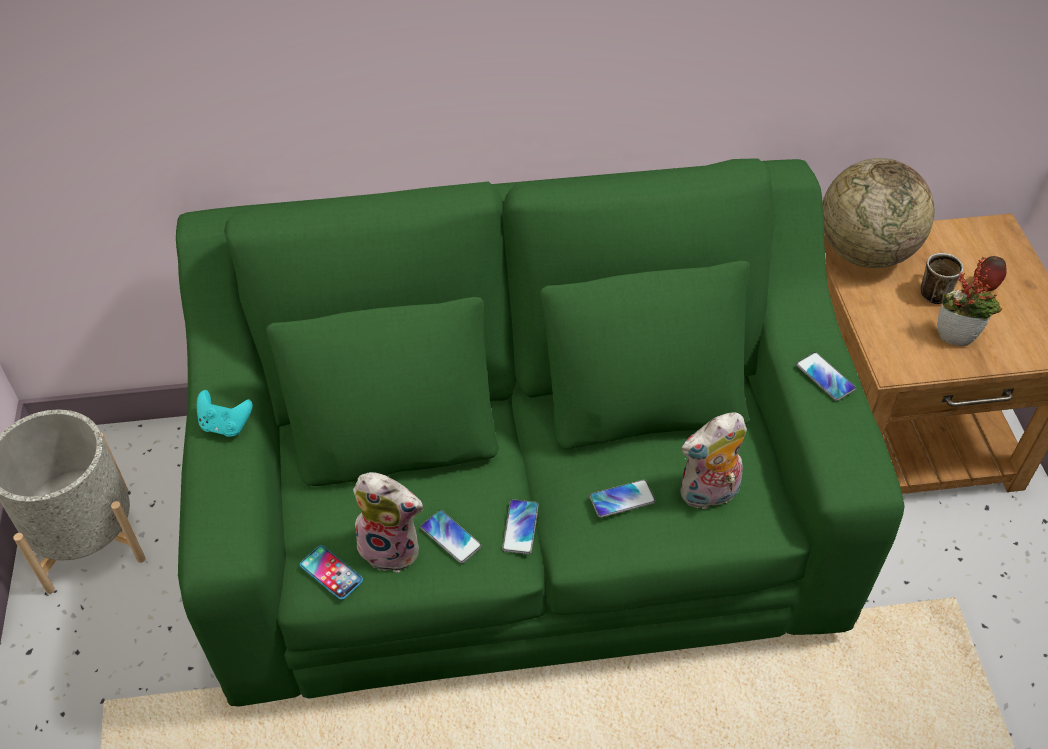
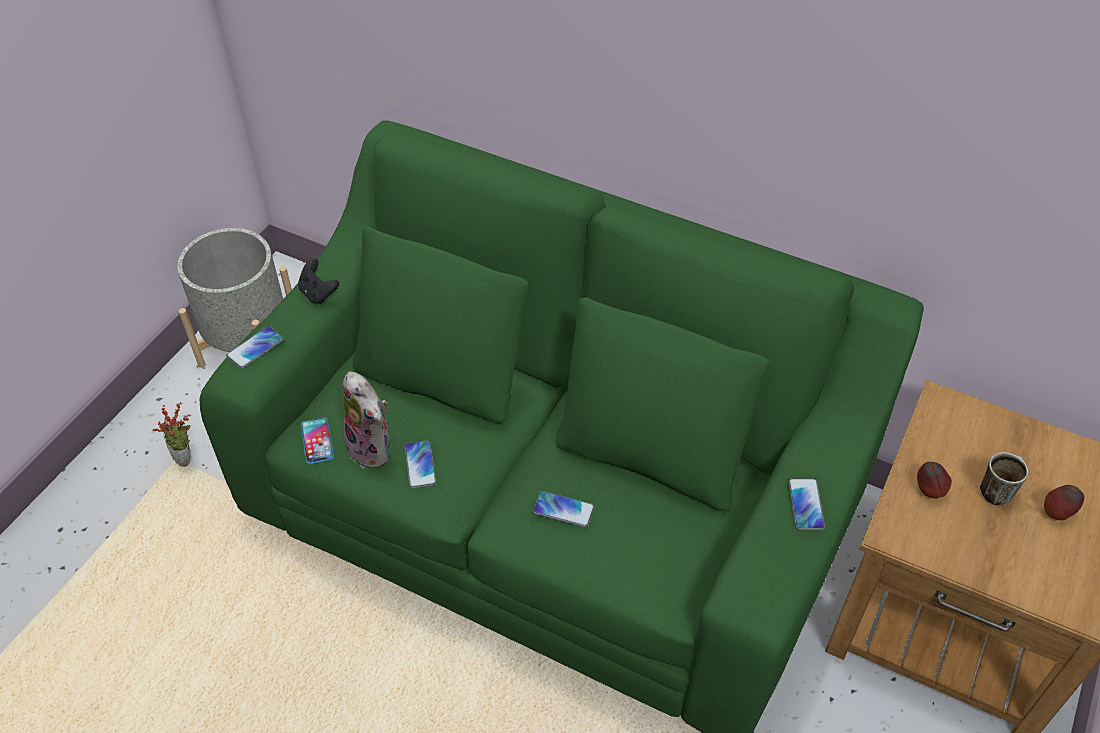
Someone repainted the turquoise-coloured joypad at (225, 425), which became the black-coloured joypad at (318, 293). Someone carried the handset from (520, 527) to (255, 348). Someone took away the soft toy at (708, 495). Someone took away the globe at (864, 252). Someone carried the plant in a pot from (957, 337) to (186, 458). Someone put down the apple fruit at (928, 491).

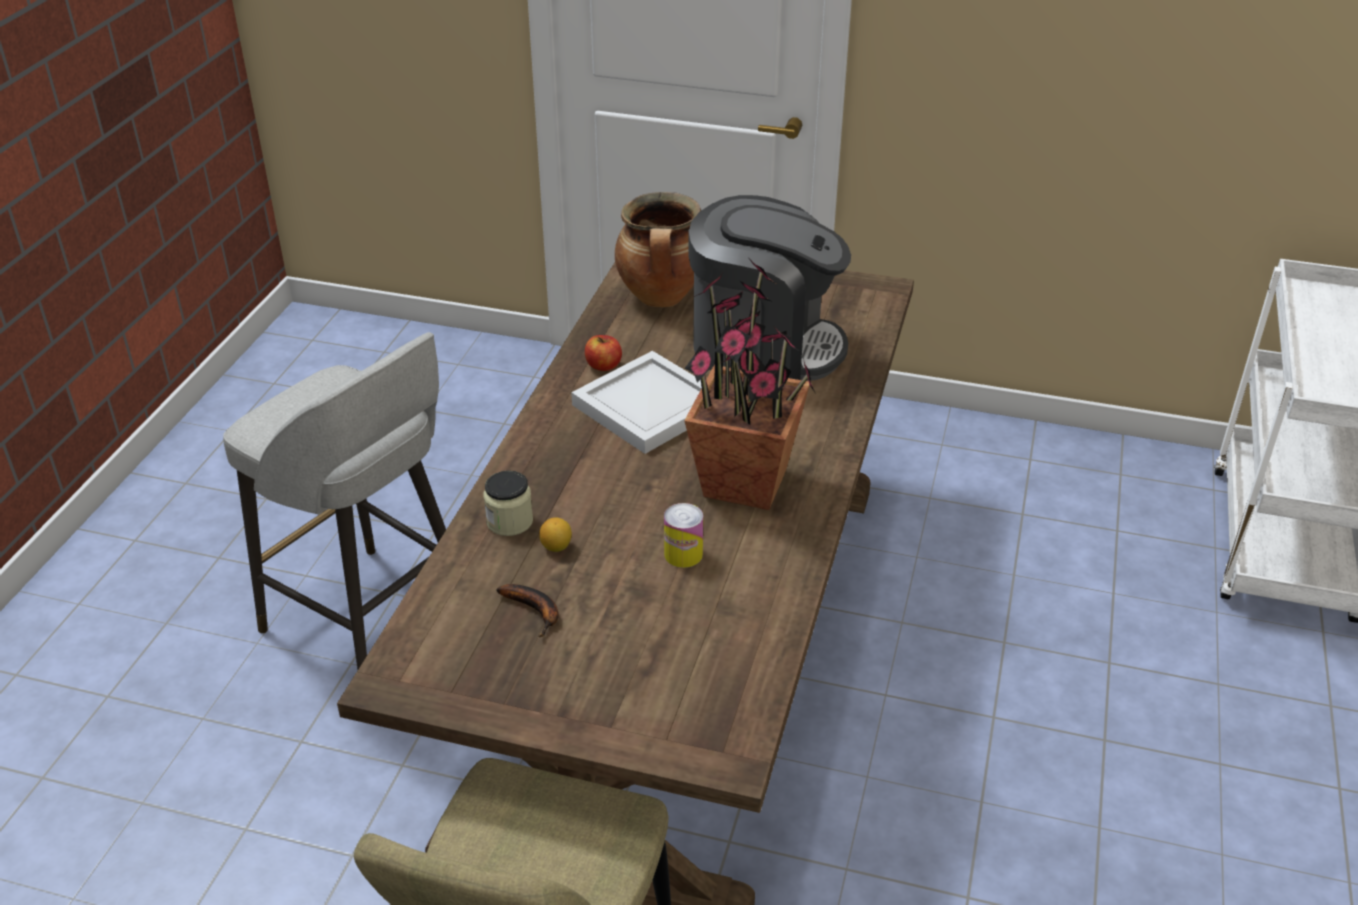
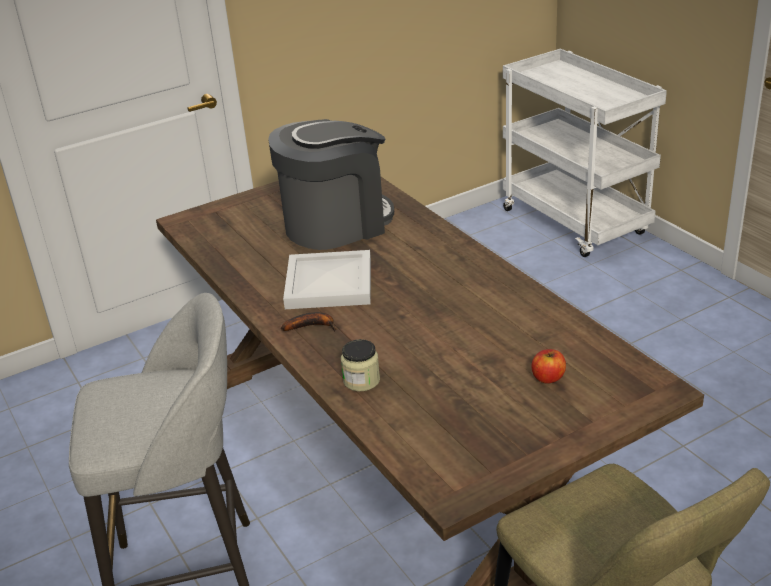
Someone carried the banana from (535, 611) to (312, 326). Someone took away the whole lemon at (556, 547). Someone carried the apple fruit from (603, 366) to (548, 378). Someone took away the cooking pot at (662, 298). Someone took away the sealed can at (683, 554). Someone took away the plant in a pot at (745, 484).

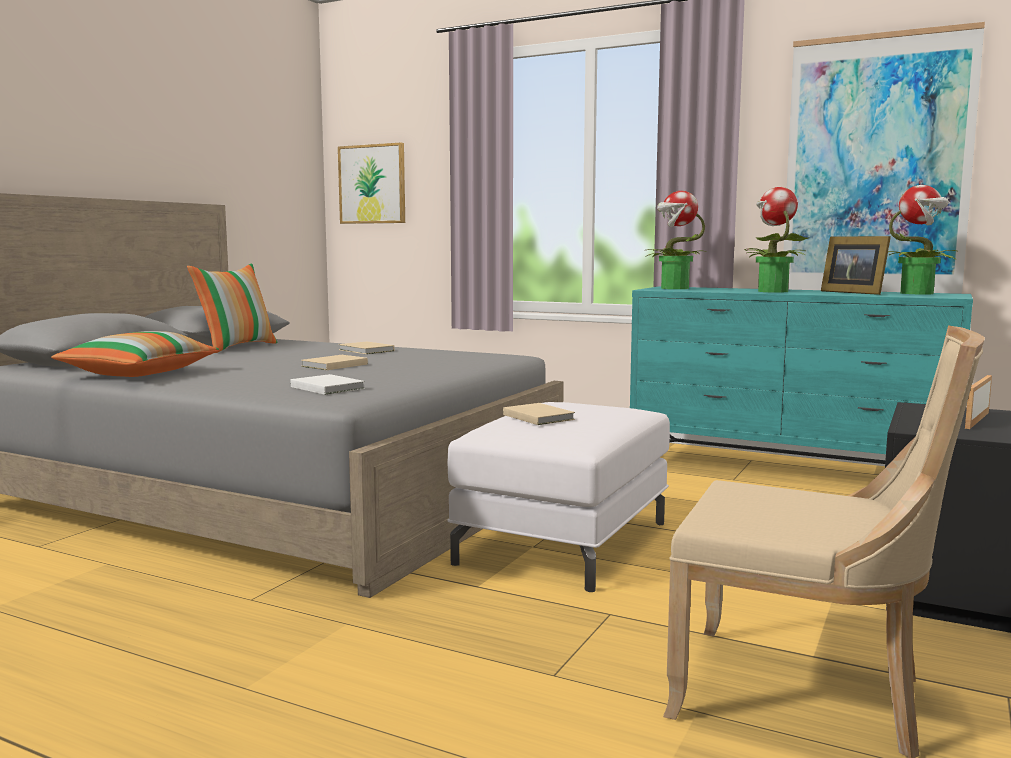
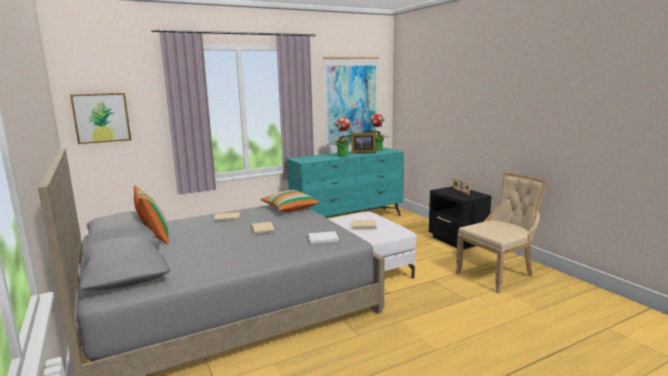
Someone carried the throw pillow from (139, 373) to (290, 208). Someone took away the plant in a pot at (673, 288).

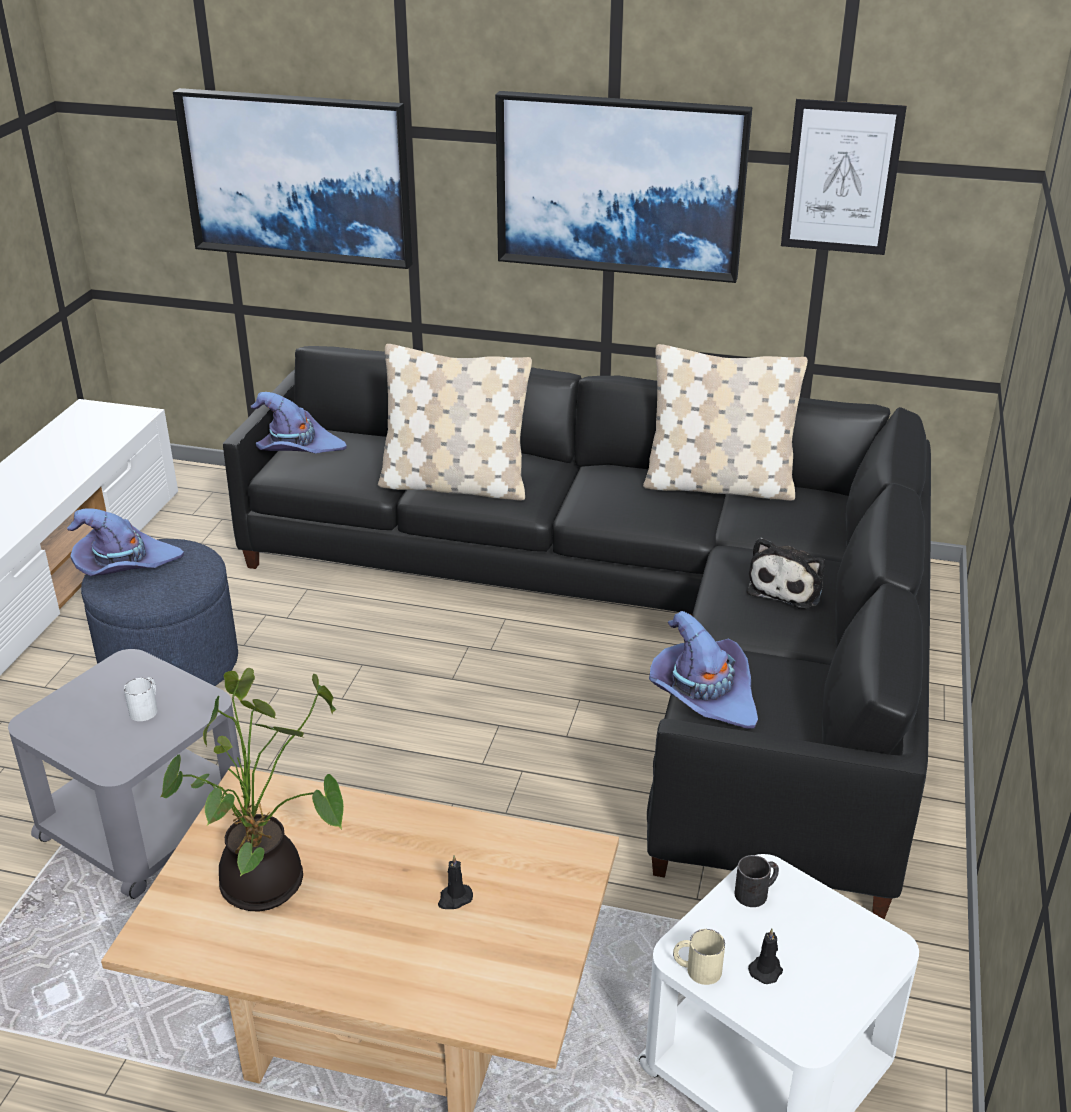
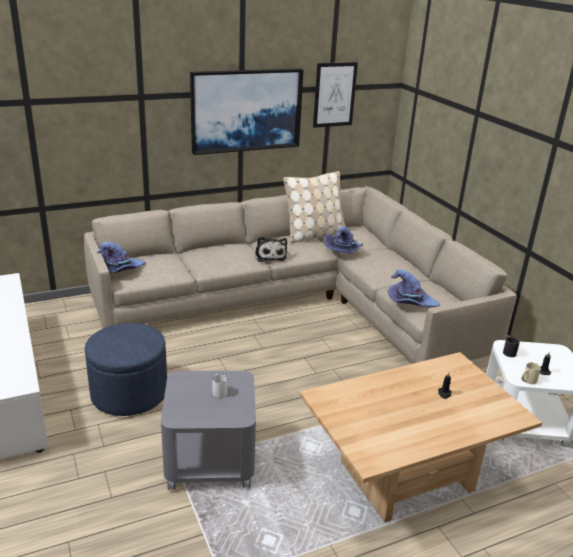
Someone carried the purple-coloured clothing hat from (124, 565) to (343, 250). Someone took away the plant in a pot at (269, 886). Someone took away the wall picture at (297, 177). Someone repainted the black-coloured sofa at (631, 621), which became the beige-coloured sofa at (302, 303). Someone took away the beige-coloured throw pillow at (455, 485). Someone carried the soft toy from (787, 587) to (270, 256).

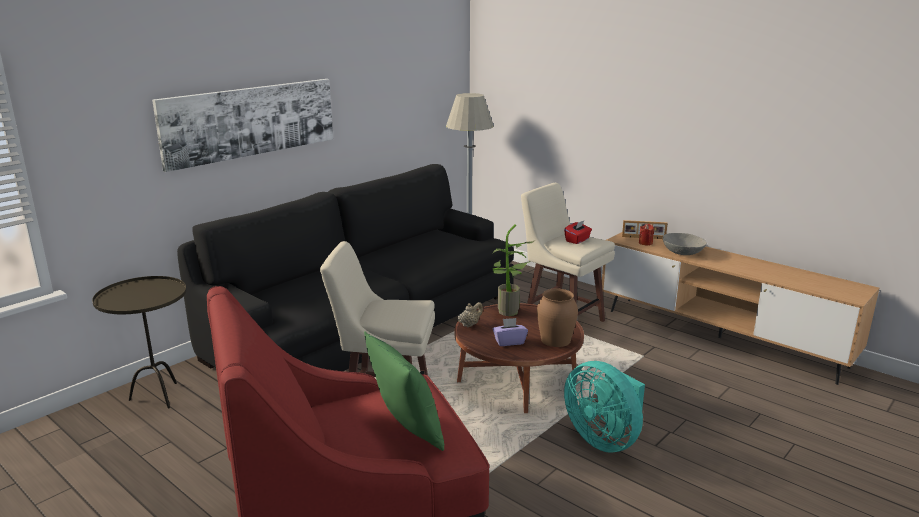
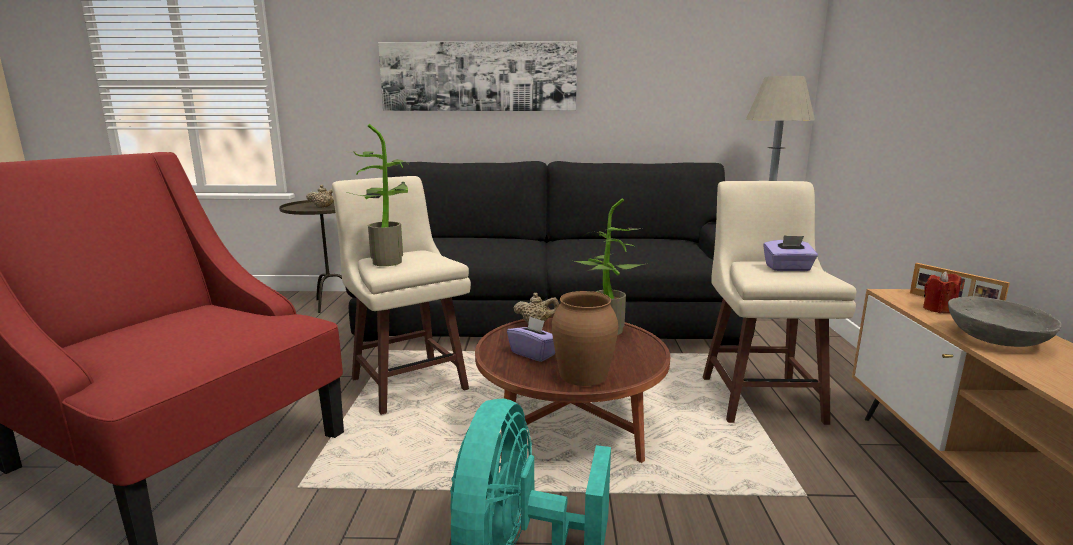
Someone took away the green-coloured throw pillow at (407, 429). Someone repainted the red tissue holder at (577, 240), which became the purple-coloured tissue holder at (788, 268). Someone put down the beige-coloured teapot at (324, 207). Someone put down the plant in a pot at (387, 261).

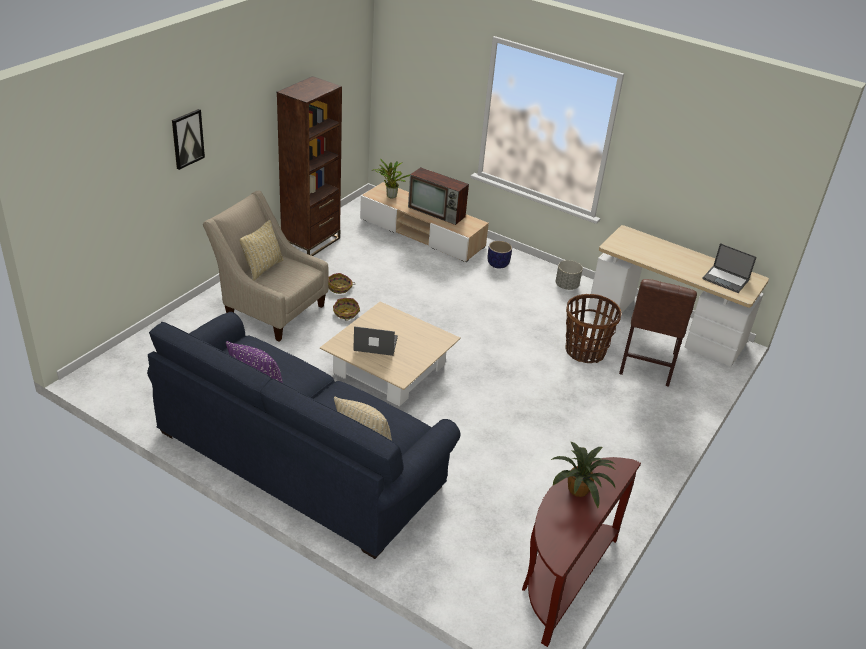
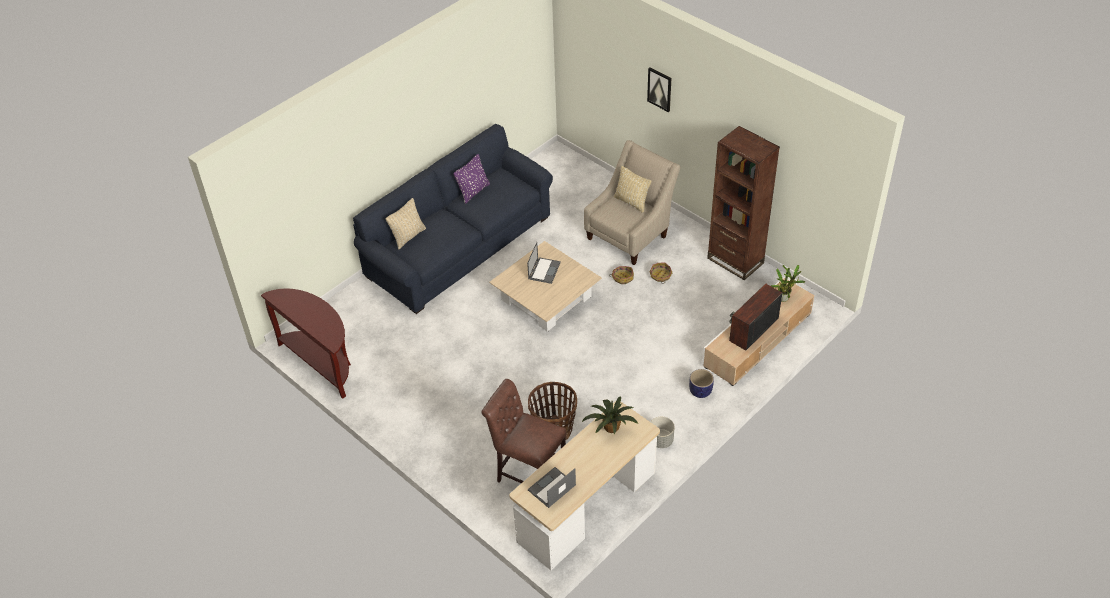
Someone carried the plant in a pot from (579, 490) to (610, 428).

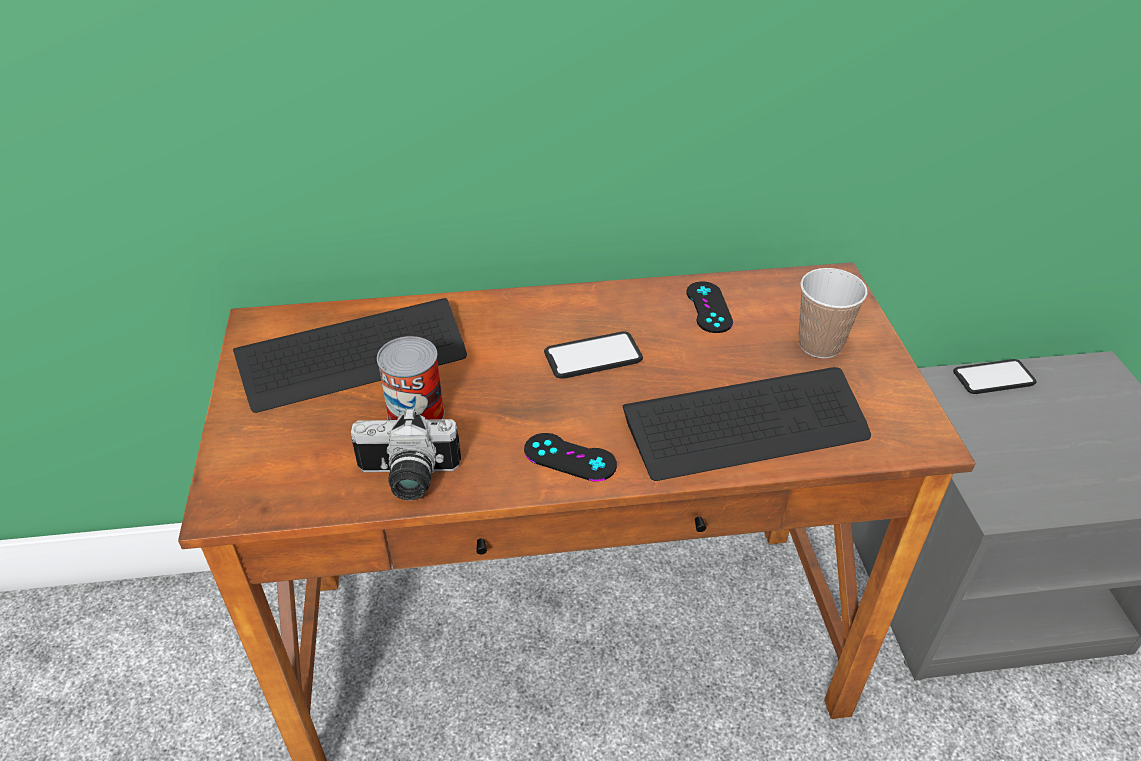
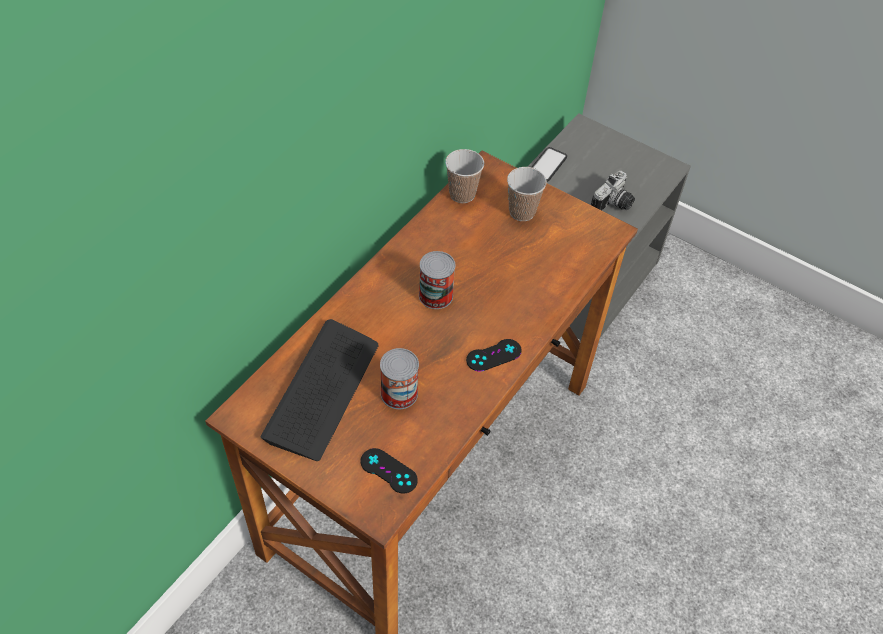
Someone carried the still camera from (407, 479) to (613, 205). Someone swapped the handset at (593, 356) for the sealed can at (435, 295). Someone took away the keyboard at (746, 426). Someone carried the black-coloured joypad from (709, 307) to (388, 471). Someone put down the drinking cup at (462, 194).

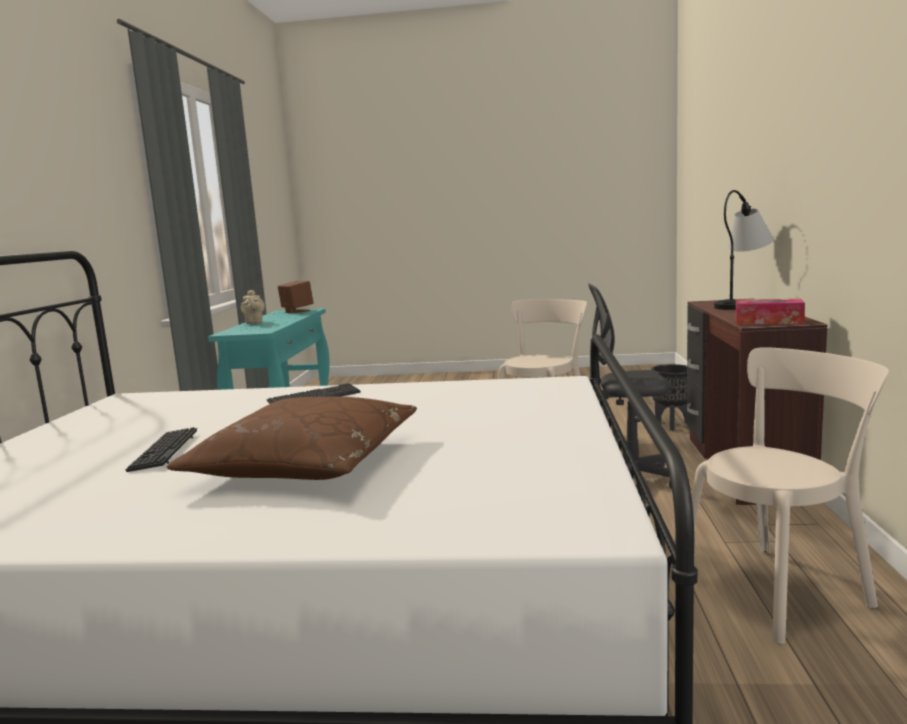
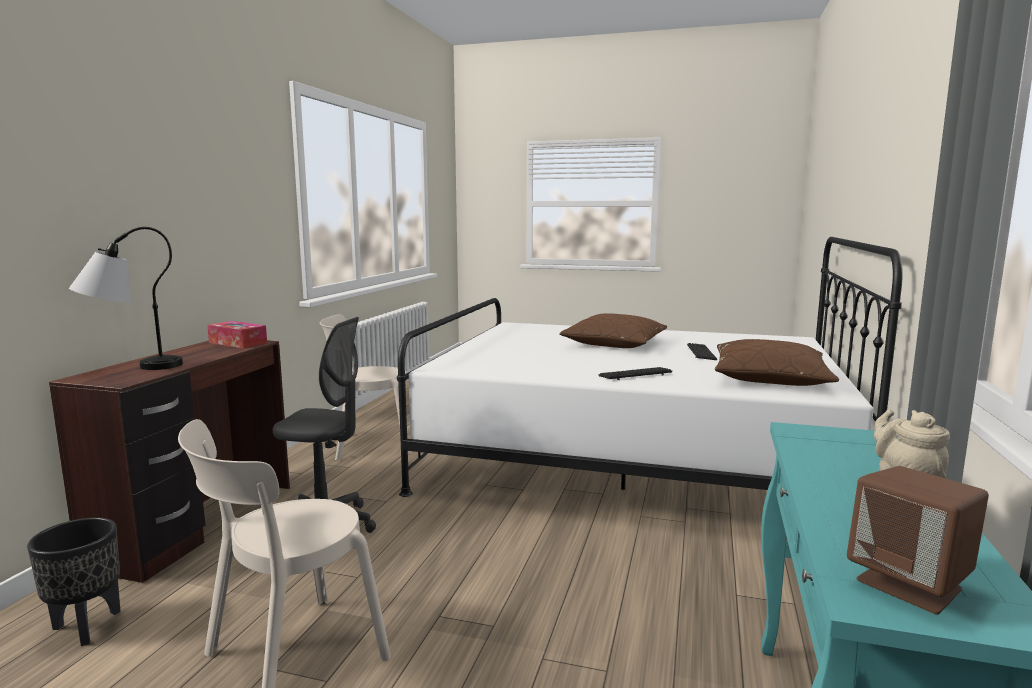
Someone put down the brownish throw pillow at (770, 378).

